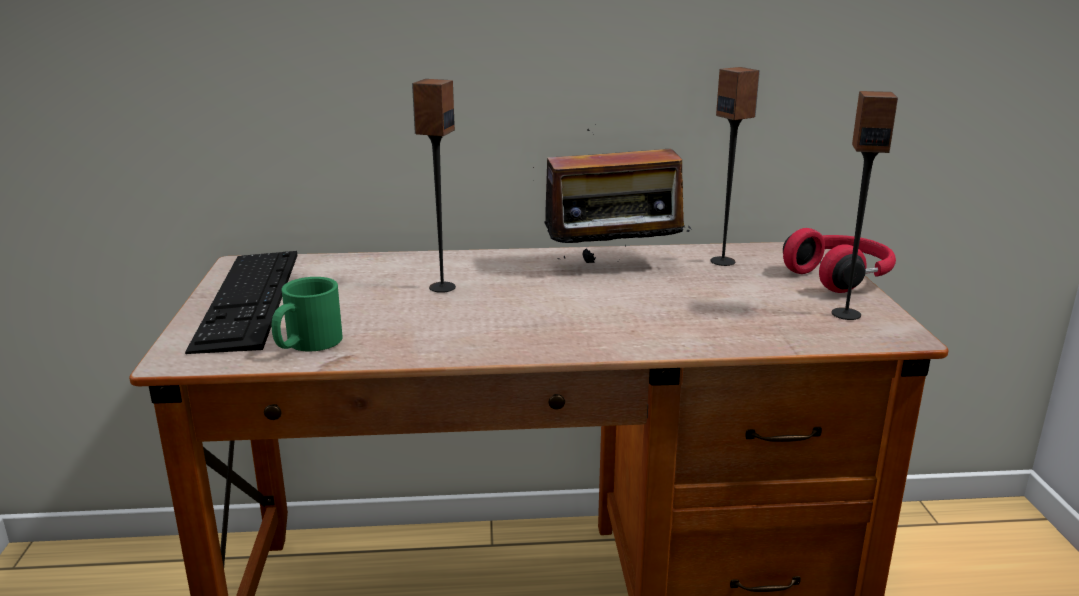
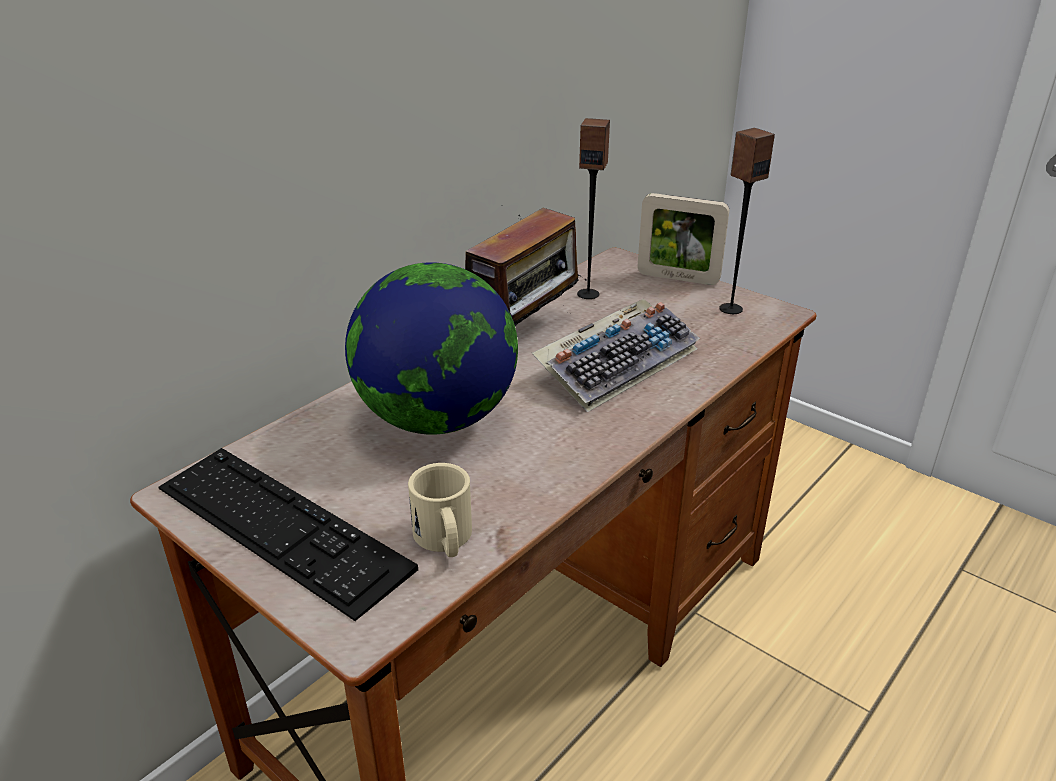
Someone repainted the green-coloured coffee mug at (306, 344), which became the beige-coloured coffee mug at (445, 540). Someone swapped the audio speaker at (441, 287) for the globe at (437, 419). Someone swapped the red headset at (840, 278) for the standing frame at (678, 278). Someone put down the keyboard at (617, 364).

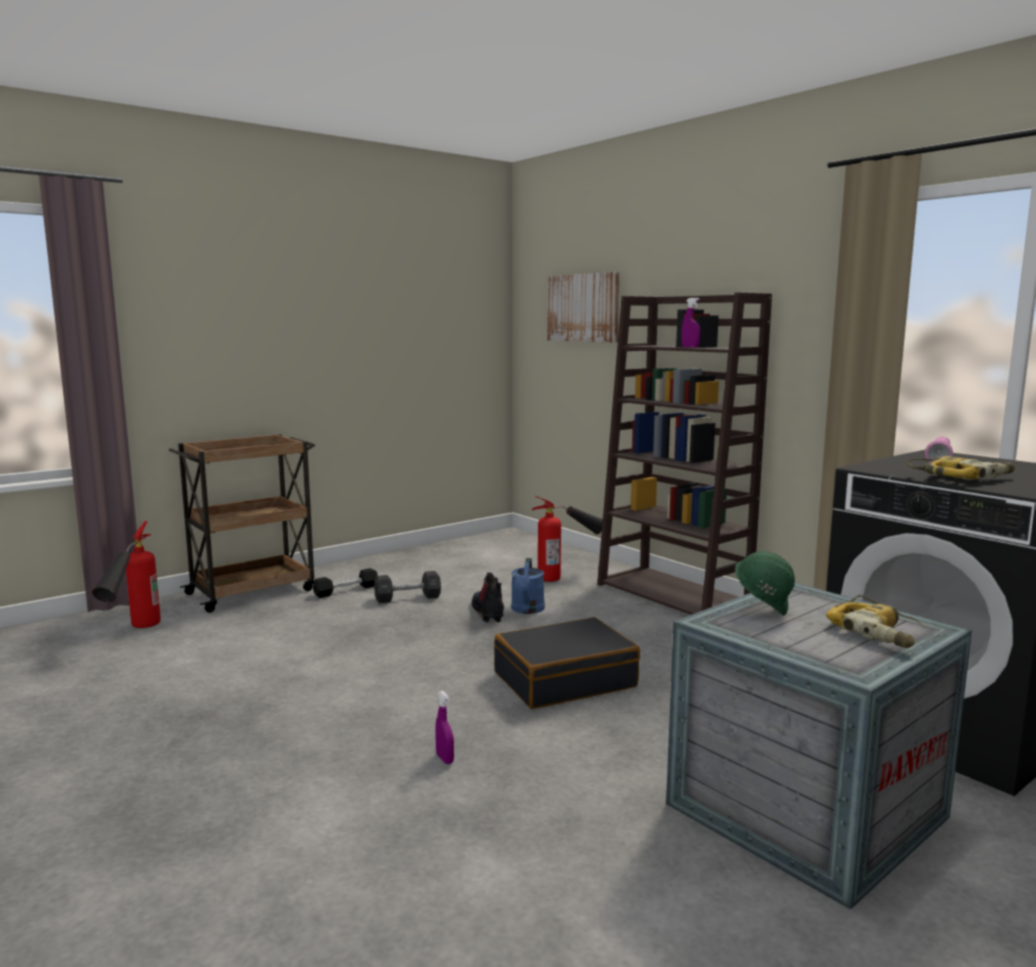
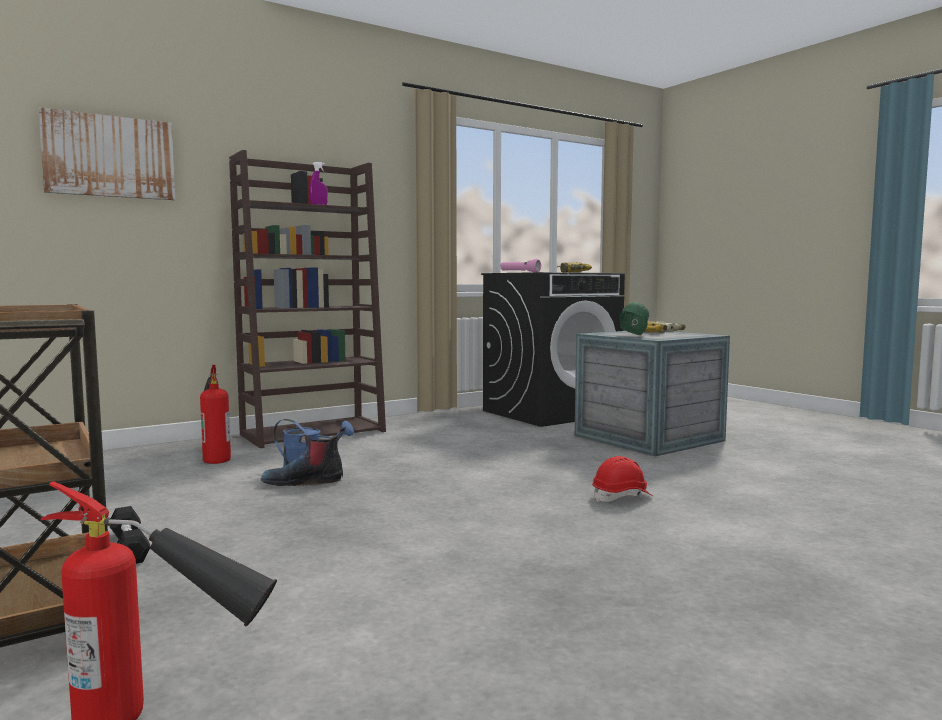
Someone took away the black-coloured free weight at (408, 598). Someone swapped the purple-coloured hand sprayer at (445, 759) for the red safety helmet at (622, 497). Someone took away the black-coloured travel case at (564, 680).

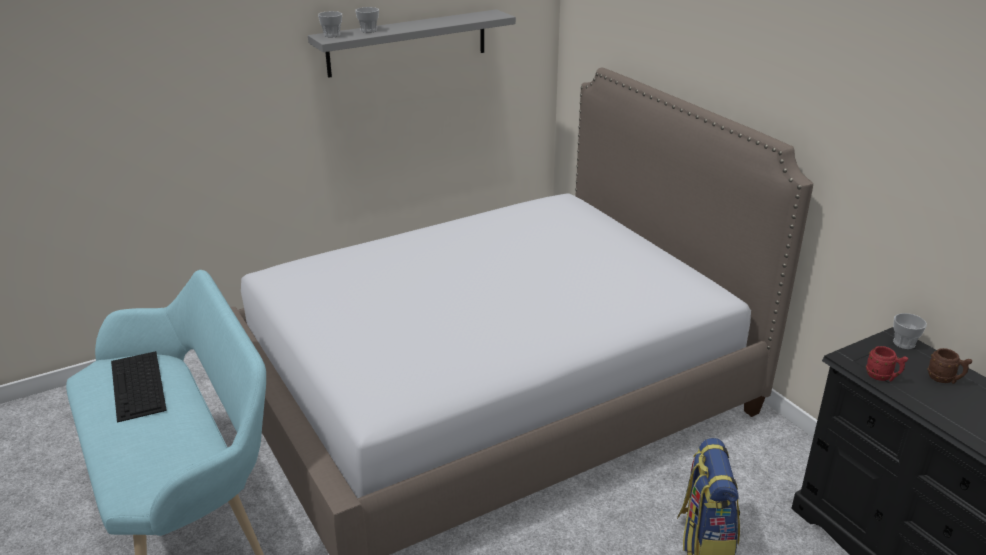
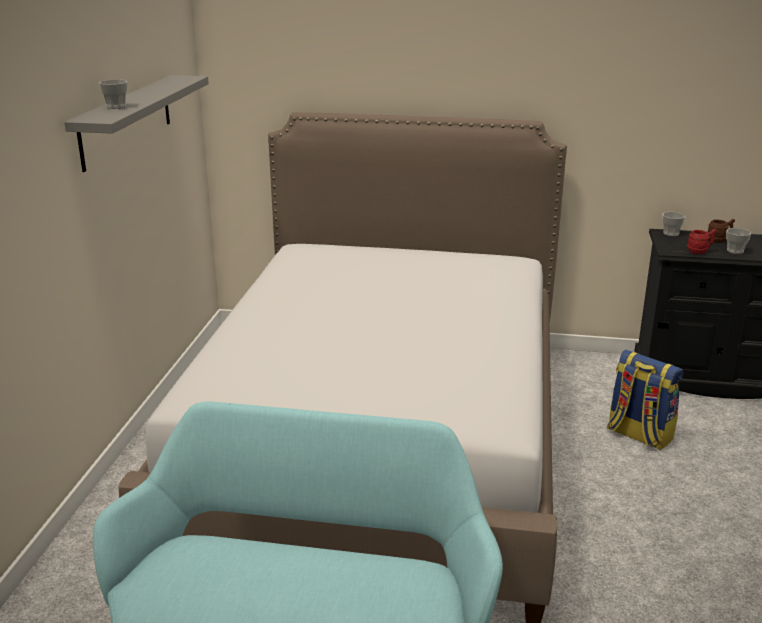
Someone took away the keyboard at (138, 385). Someone carried the drinking cup from (332, 35) to (735, 251).

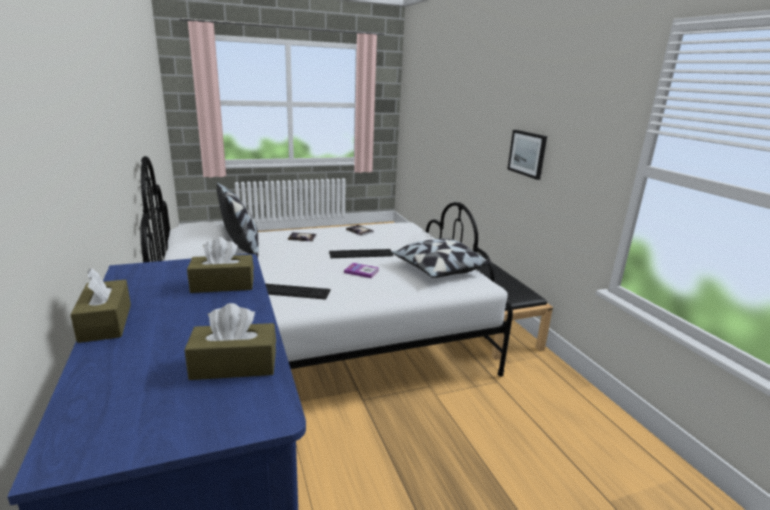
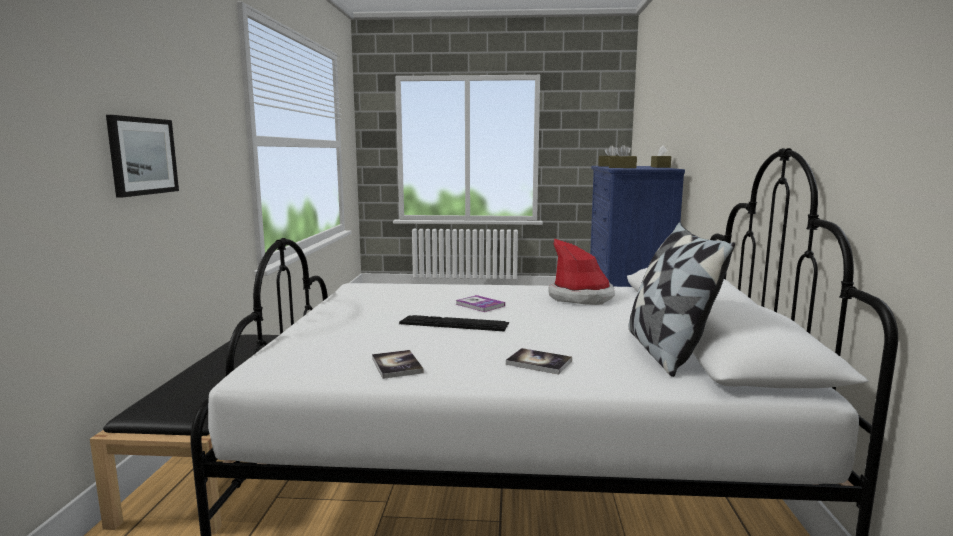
Someone swapped the keyboard at (290, 291) for the clothing hat at (581, 297). Someone took away the throw pillow at (438, 270).

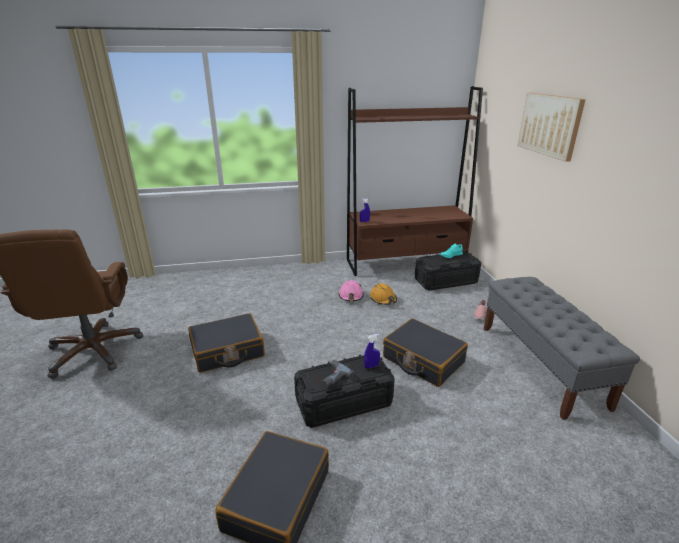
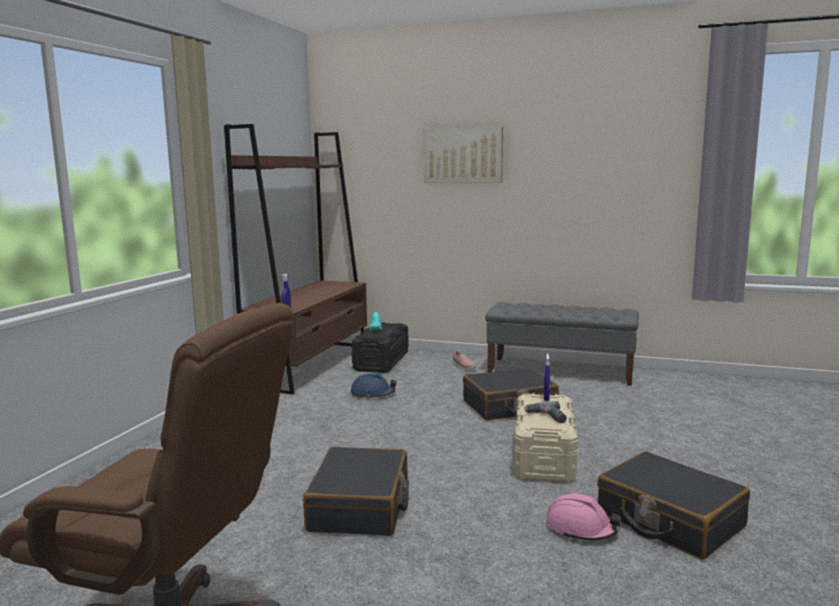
Someone repainted the black-coloured storage box at (344, 403), which became the beige-coloured storage box at (544, 456). Someone carried the pink safety helmet from (351, 296) to (581, 529). Someone repainted the orange safety helmet at (383, 299), which became the blue-coloured safety helmet at (372, 394).

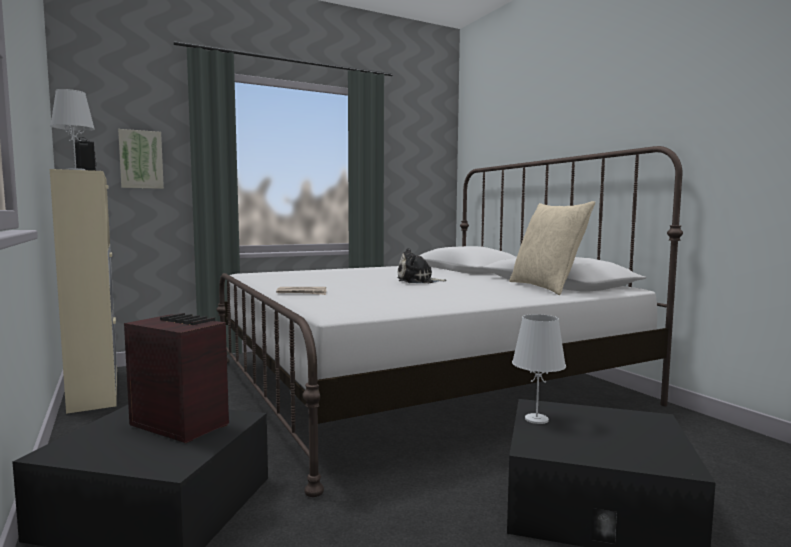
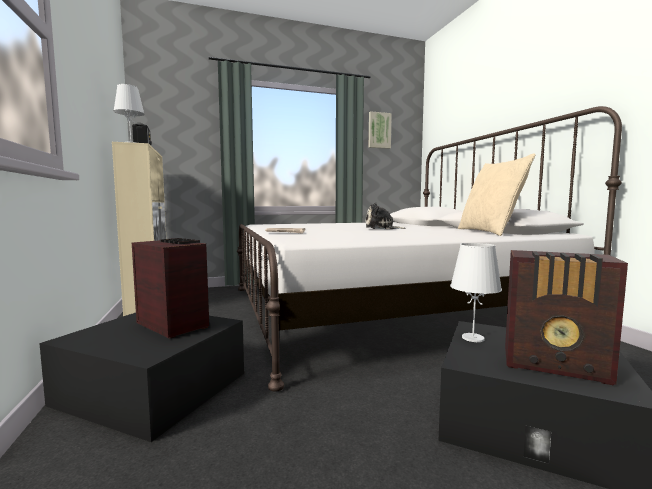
Someone carried the wall picture from (141, 159) to (379, 130). Someone put down the radio receiver at (556, 365).

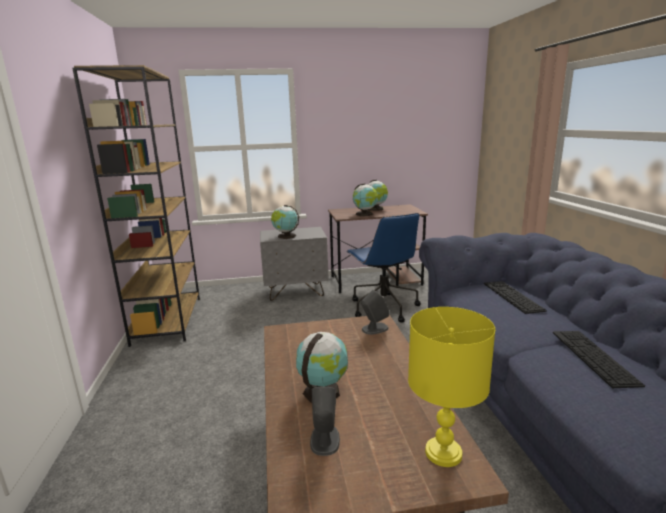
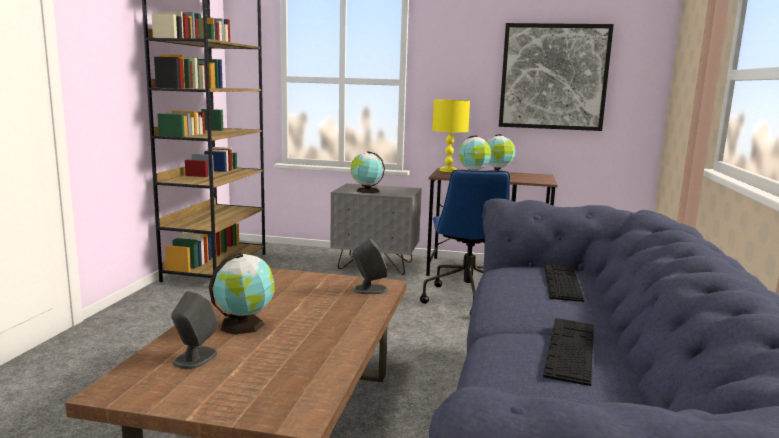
Someone carried the yellow tabletop lamp from (443, 453) to (448, 170). Someone put up the wall picture at (553, 77).

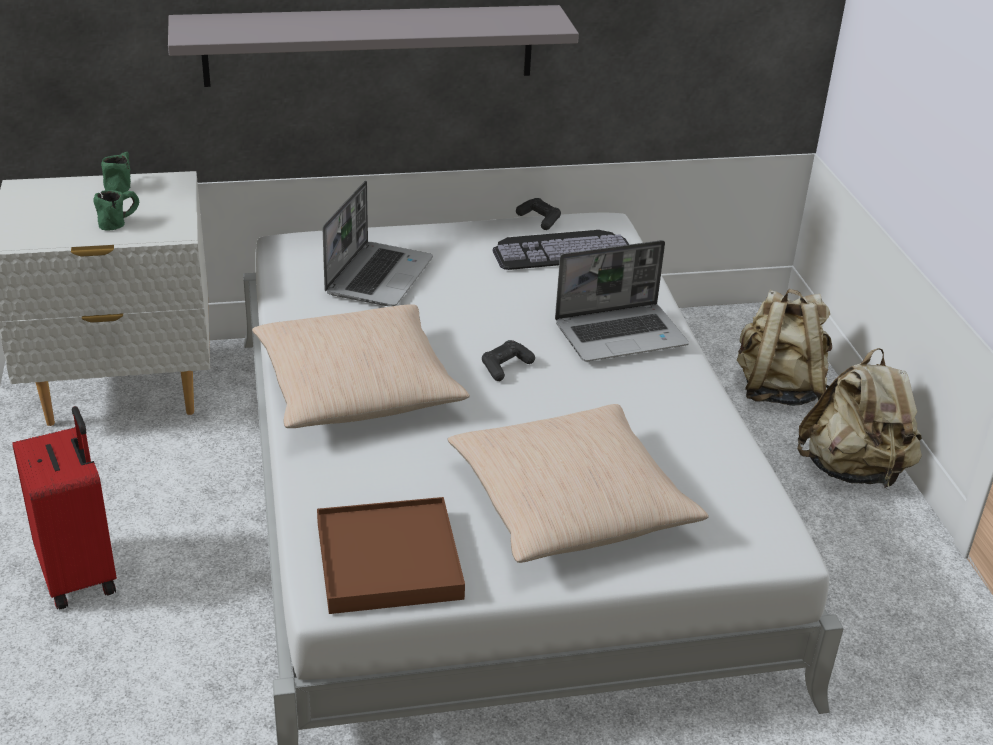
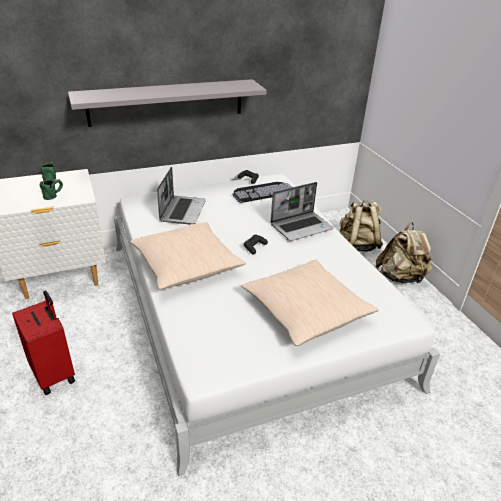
Someone took away the brownish tray at (388, 560).

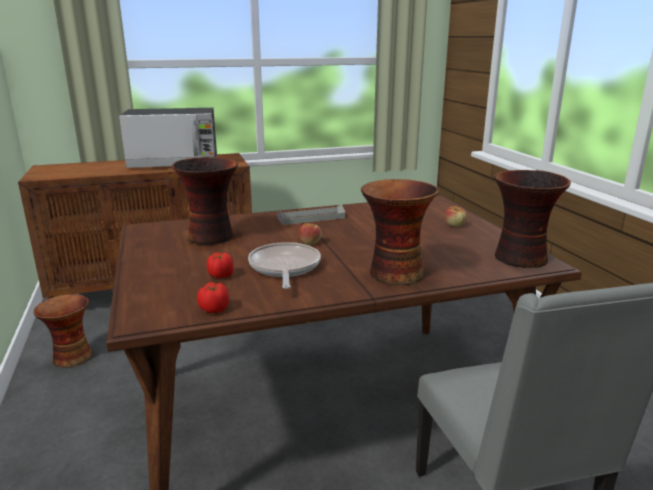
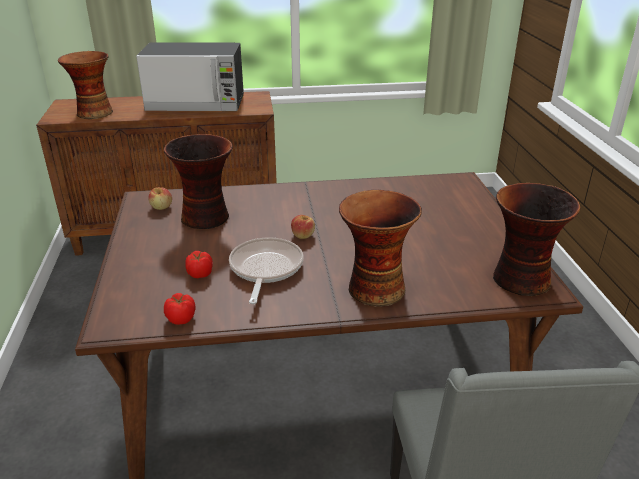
Someone carried the flower vase from (71, 357) to (93, 113). Someone took away the greyish tray at (311, 218). Someone carried the apple fruit from (455, 225) to (161, 207).

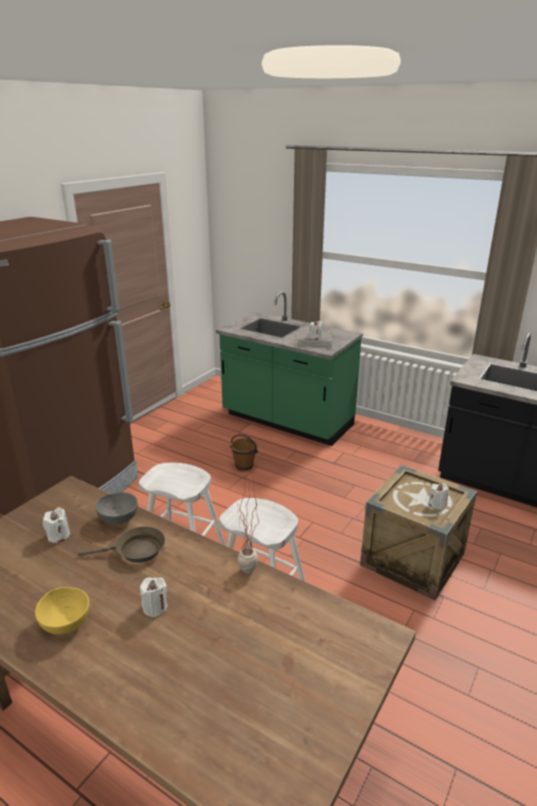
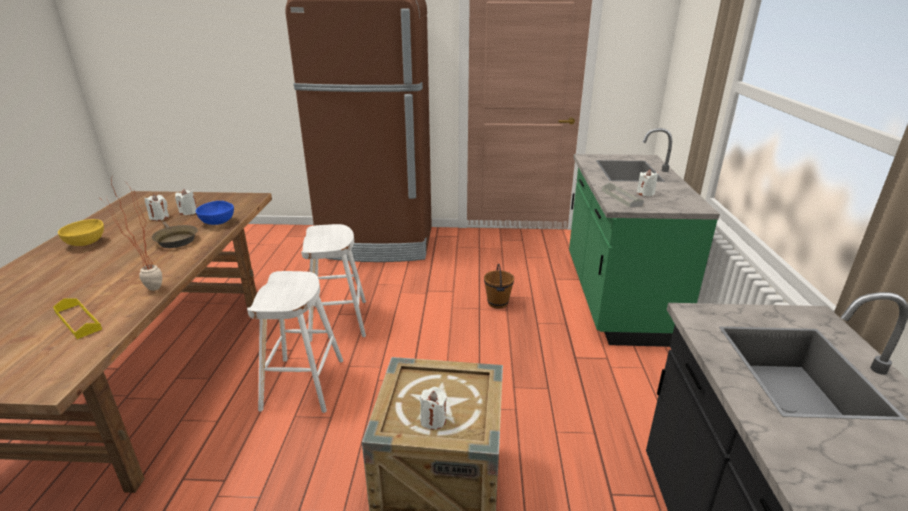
Someone repainted the greyish serving bowl at (118, 518), which became the blue-coloured serving bowl at (218, 222). Someone carried the white-coloured wax candle from (155, 607) to (159, 217). Someone put down the yellow tray at (78, 320).

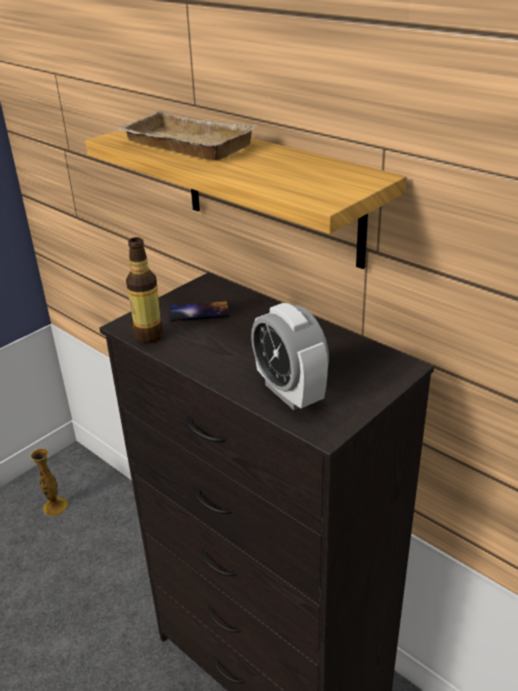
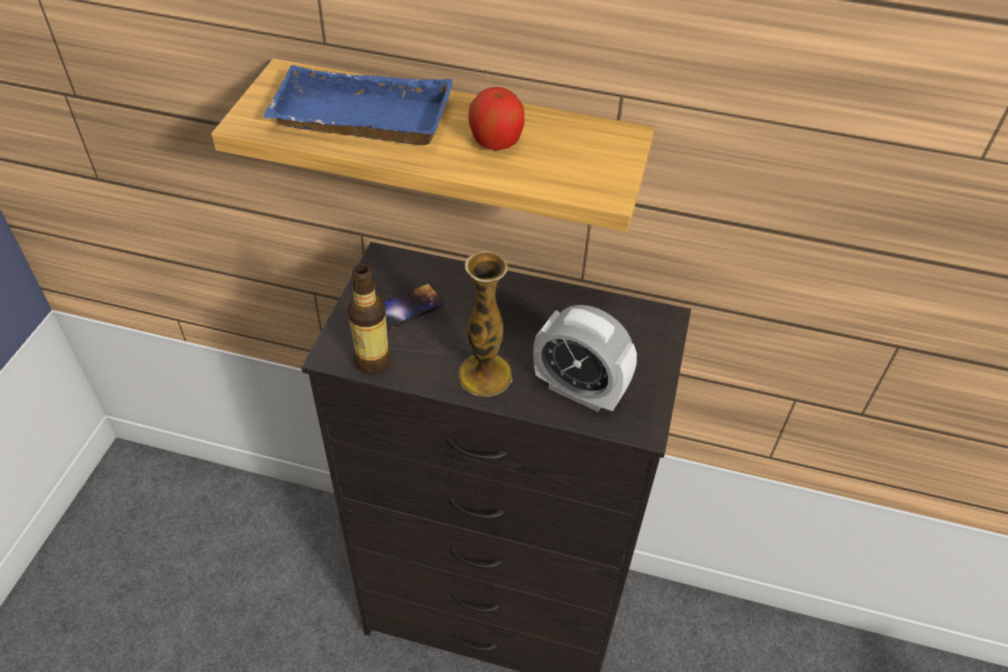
Someone carried the flower vase from (55, 506) to (485, 375). Someone repainted the beige-coloured tray at (183, 145), which became the blue-coloured tray at (358, 120). Someone put down the apple fruit at (496, 143).

